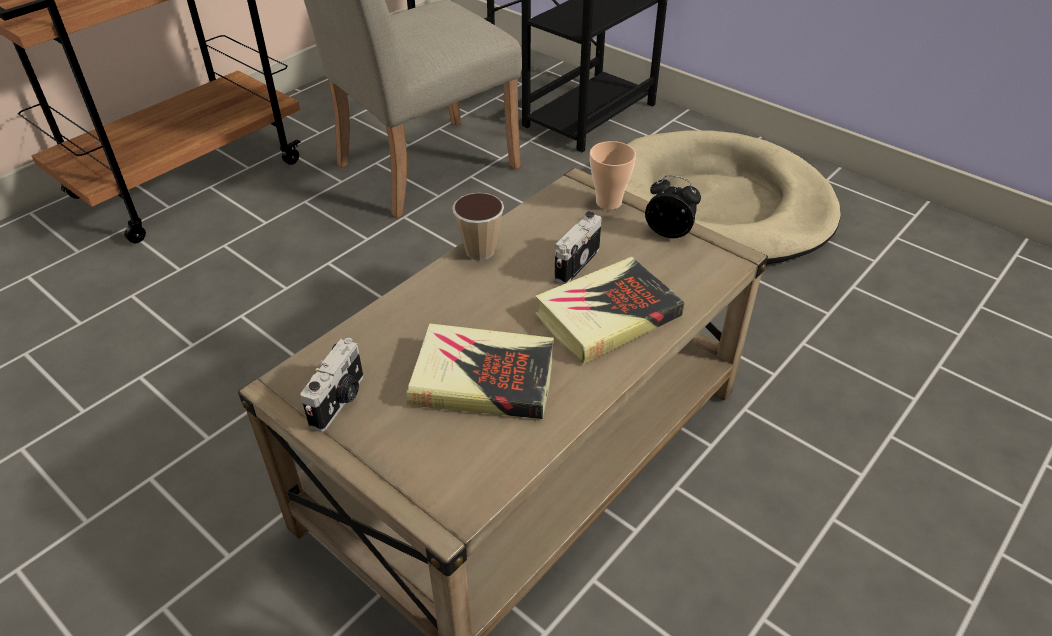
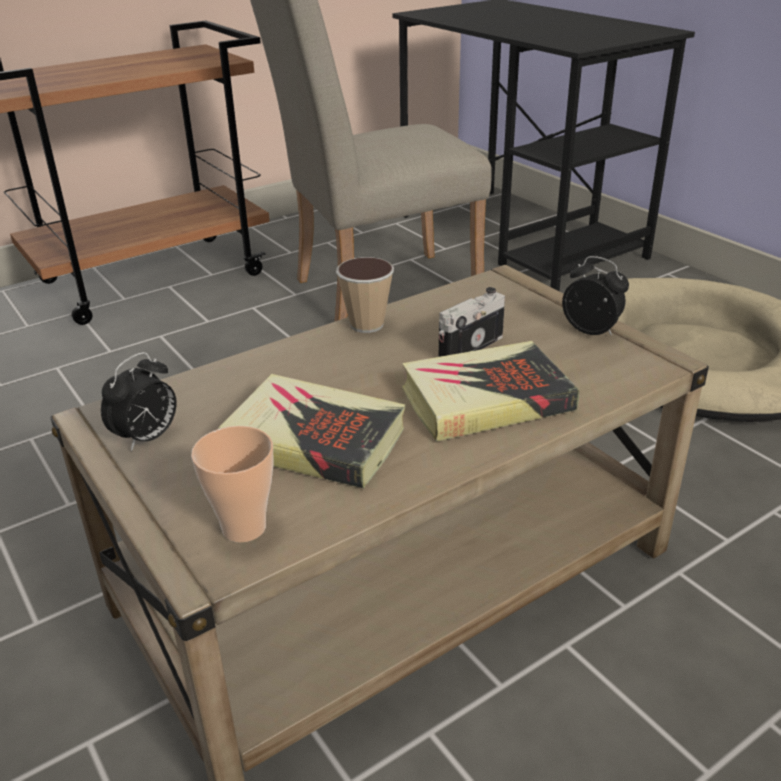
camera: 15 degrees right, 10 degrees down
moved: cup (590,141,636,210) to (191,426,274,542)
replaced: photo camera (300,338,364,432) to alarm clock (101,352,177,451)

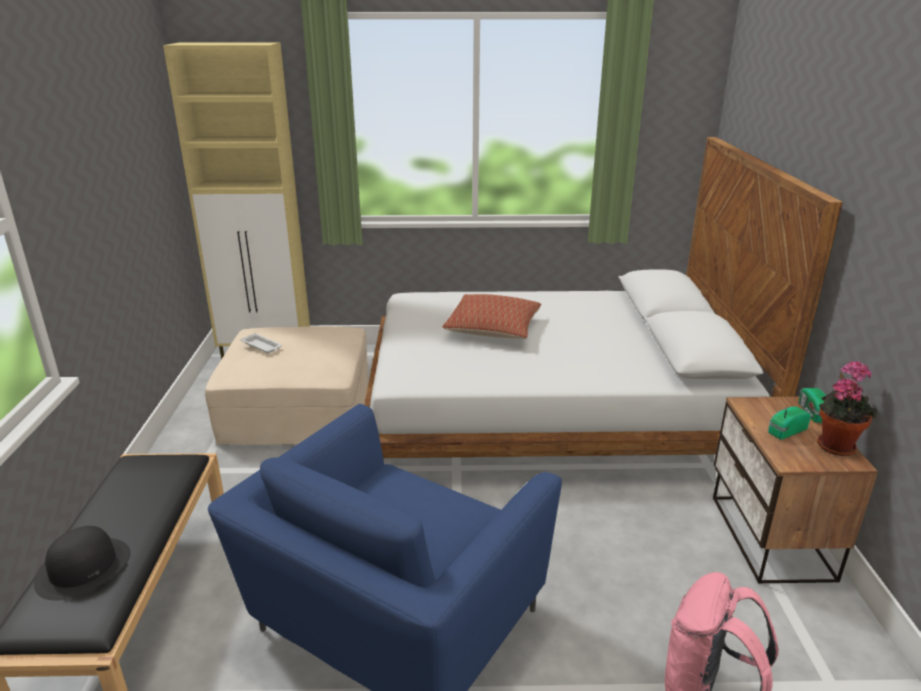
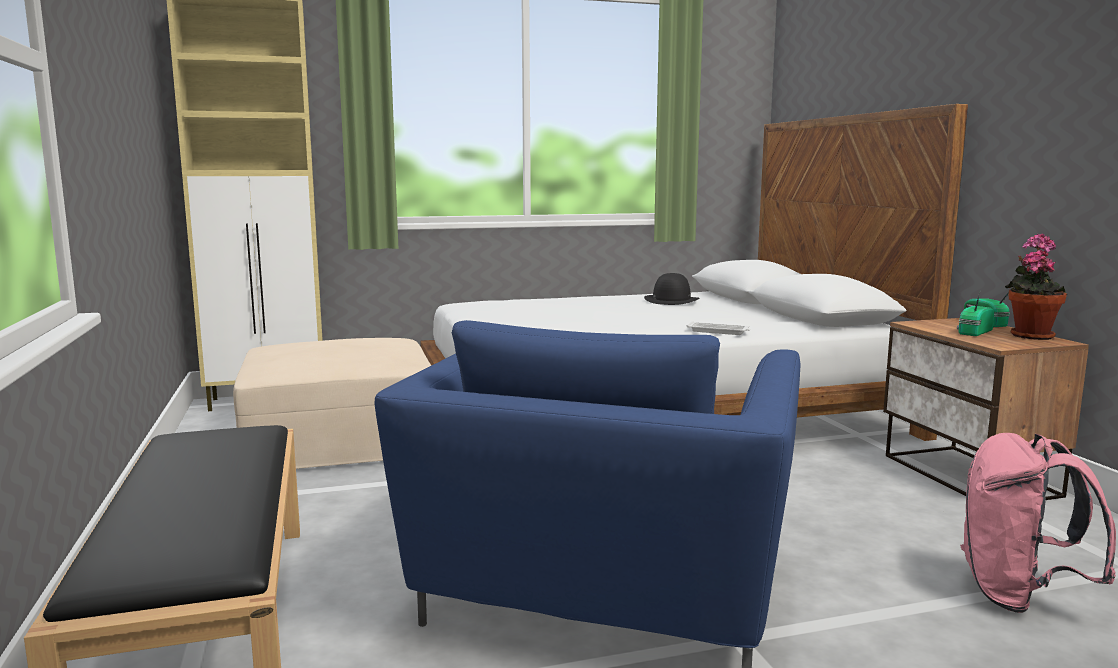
camera: 15 degrees left, 15 degrees down
removed: pillow (442,294,541,339)
moved: black hat (34,526,131,601) to (644,273,699,305); white tray (241,333,282,353) to (687,321,750,335)

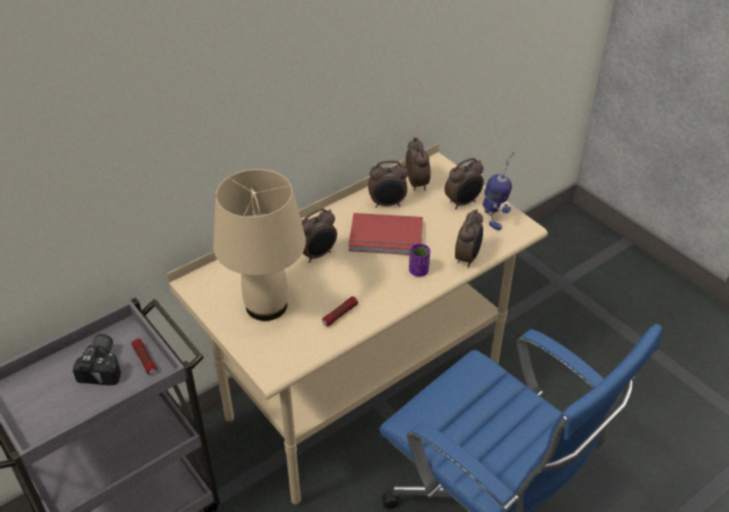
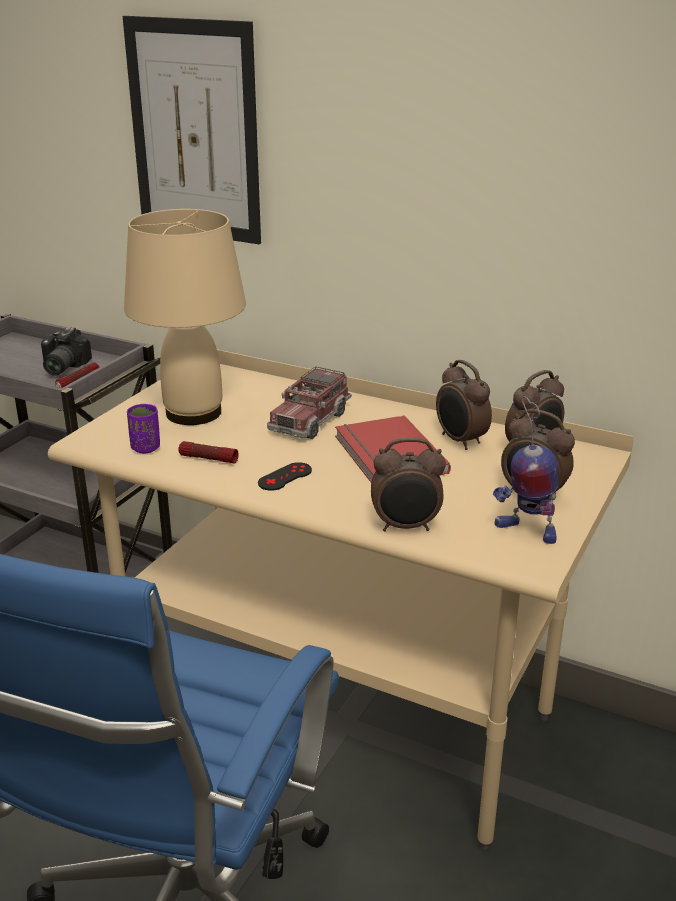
camera: 65 degrees right, 15 degrees down
added: picture (123,16,261,244); black game controller (258,462,312,491)
moved: purple cup (409,244,430,277) to (127,404,160,454)
replaced: alarm clock (301,208,337,263) to toy truck (267,366,352,439)
turned: photo camera (73,334,121,385) = (41,327,92,375) 120 degrees clockwise; toy robot (482,152,514,231) = (493,396,558,544) 60 degrees clockwise

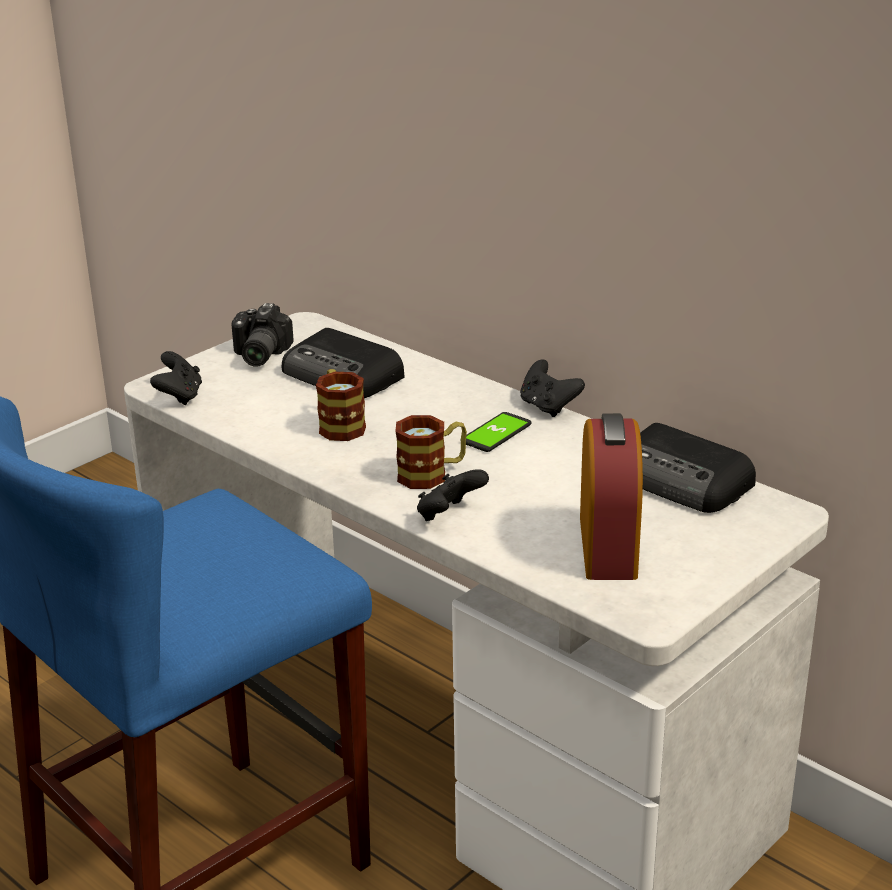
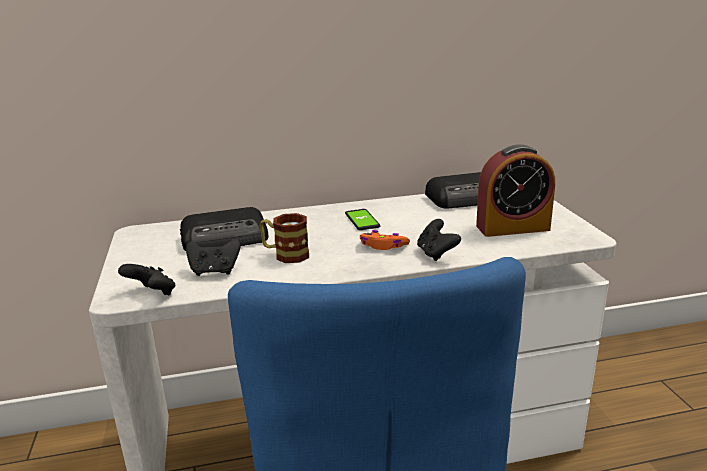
camera: 55 degrees left, 5 degrees down
removed: photo camera (231,303,294,367)
moved: black game controller (520,360,585,417) to (186,239,241,276)
replaced: mug (395,415,467,489) to orange game controller (360,230,410,250)
turned: alarm clock (580,413,643,580) = (476,144,555,237) 135 degrees clockwise

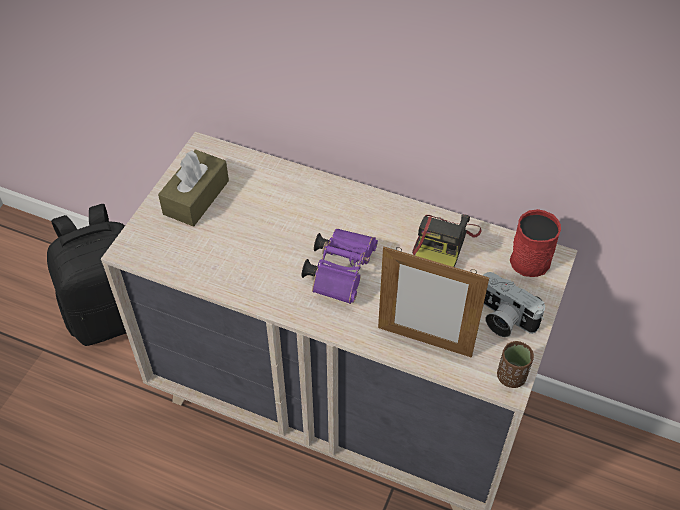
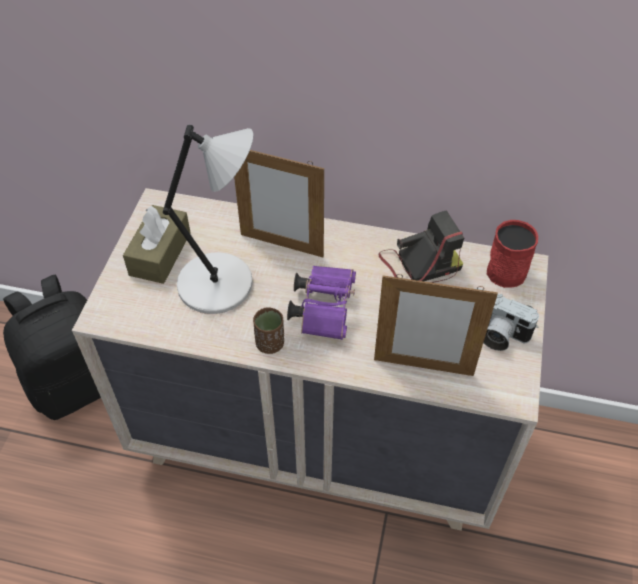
camera: 10 degrees left, 0 degrees up
added: grey table lamp (163,124,254,314); picture frame (234,150,324,257)
moved: brown cup (497,341,534,388) to (253,307,284,354)
turned: photo camera (412,214,481,267) = (378,210,464,283) 120 degrees counterclockwise

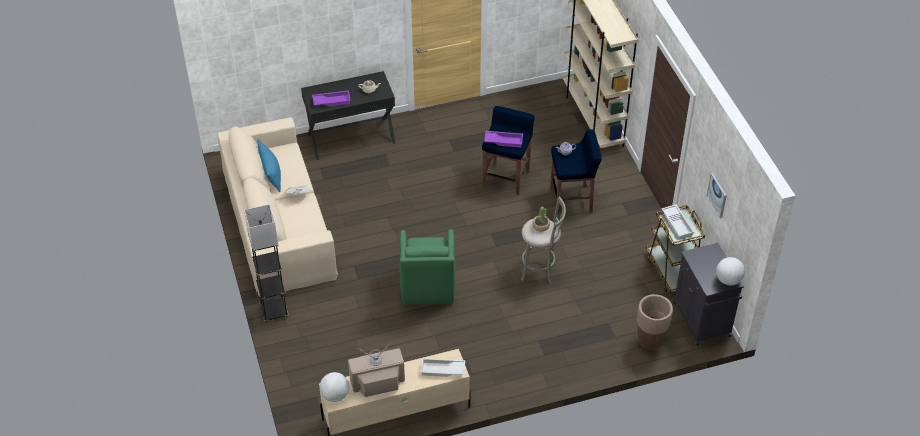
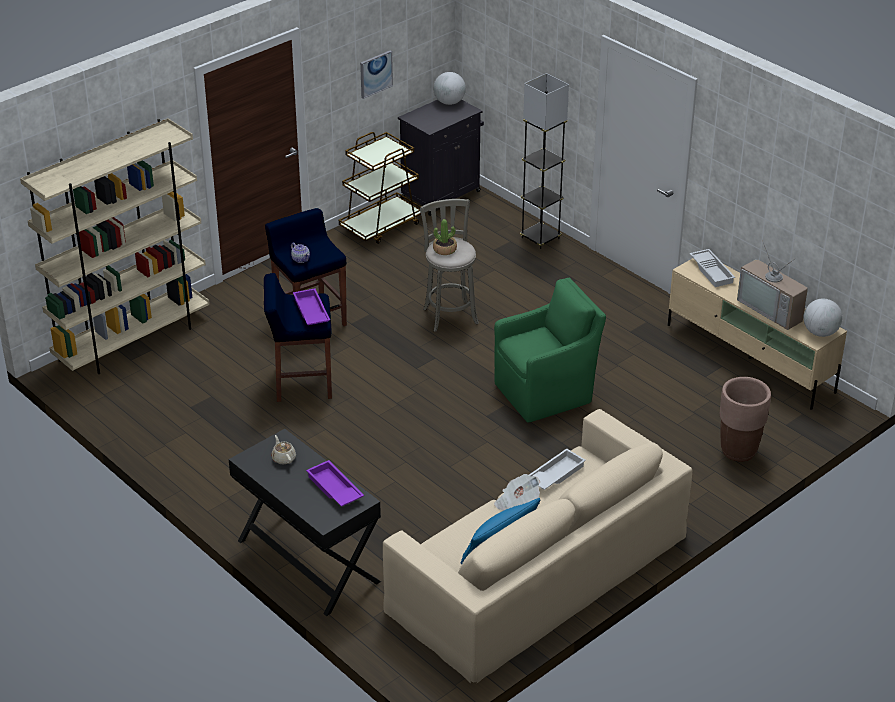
camera: 115 degrees left, 10 degrees down
moved: grey floor lamp (244,204,289,322) to (520,73,569,249); brown planter (637,294,673,350) to (720,377,771,462); white tray (661,204,694,239) to (529,449,586,490)

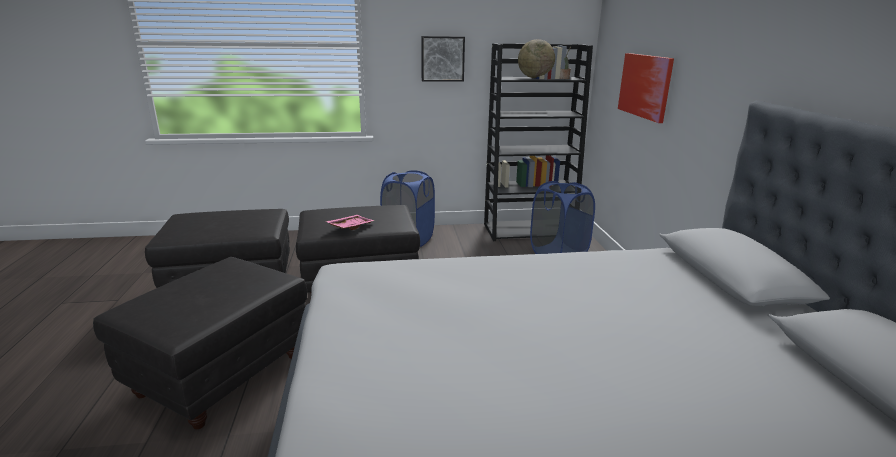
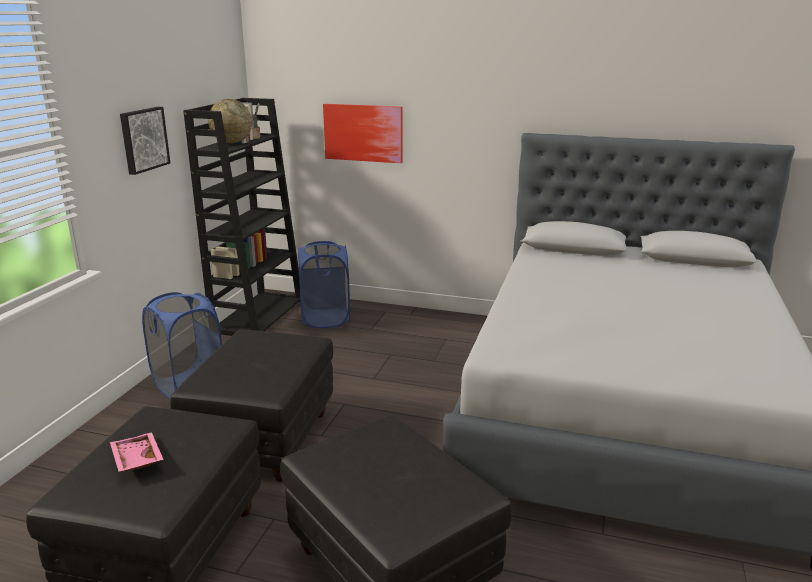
camera: 65 degrees left, 0 degrees up
moved: pink tray (325,215,374,230) to (110,432,164,472)

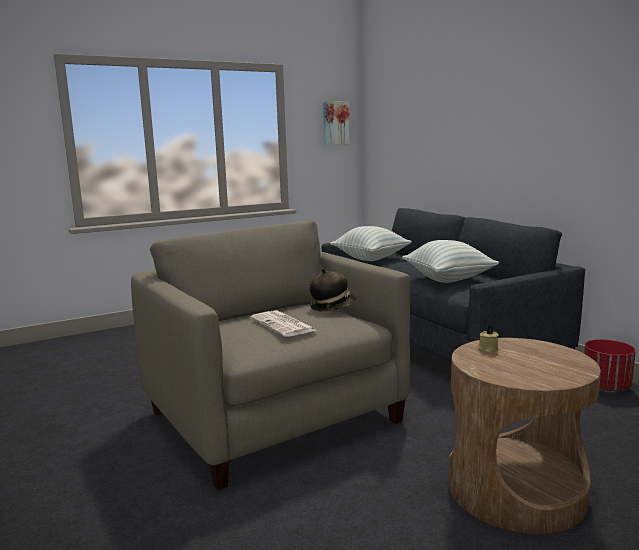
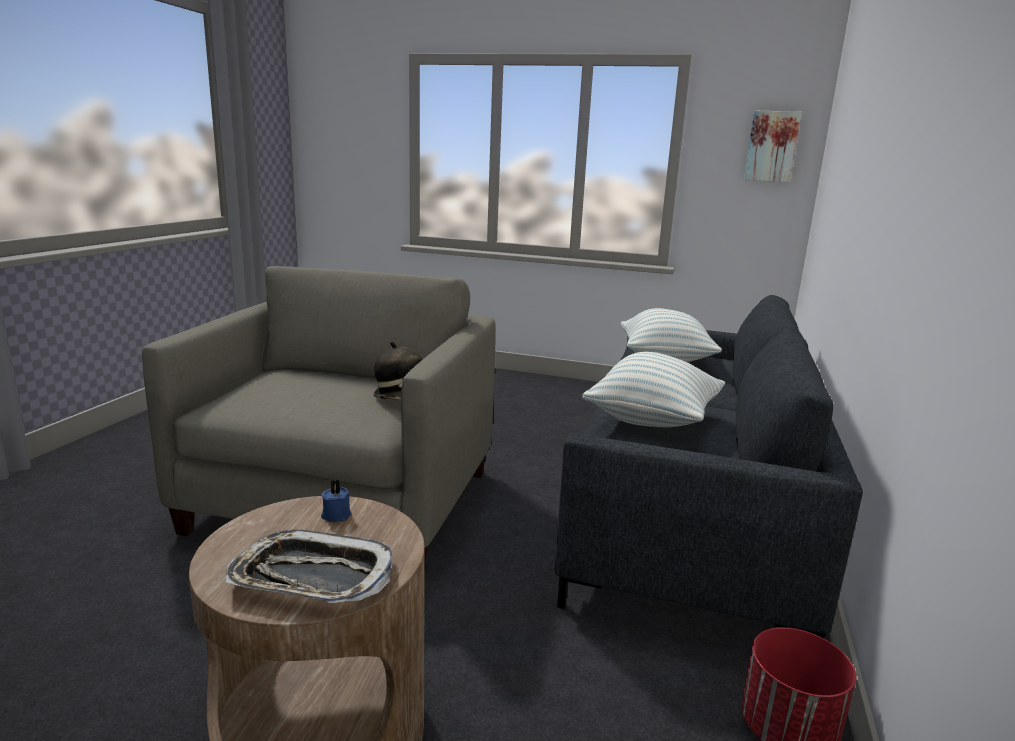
camera: 45 degrees right, 5 degrees up
removed: newspaper (250,310,316,337)
added: tray (226,530,392,603)
recoloured: beige candle (478,325,499,352) to blue candle (321,480,352,522)

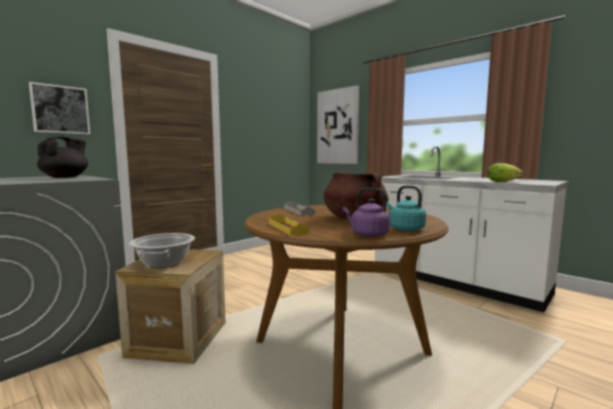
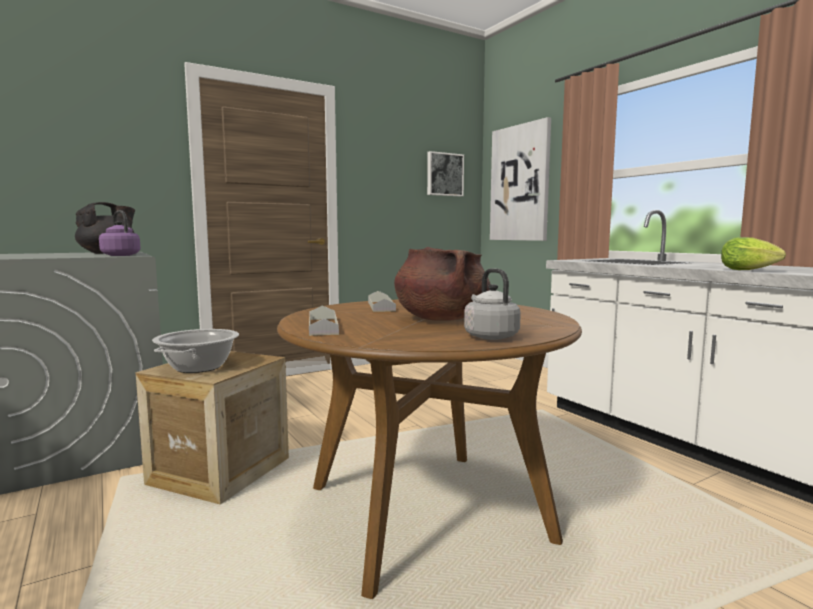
camera: 15 degrees right, 0 degrees up
moved: picture (29,82,90,134) to (427,151,464,196); purple kettle (343,188,390,237) to (99,211,141,256)
recoloured: yellow tray (269,213,309,235) to grey tray (309,305,339,336); turquoise kettle (386,186,426,231) to grey kettle (464,268,521,340)

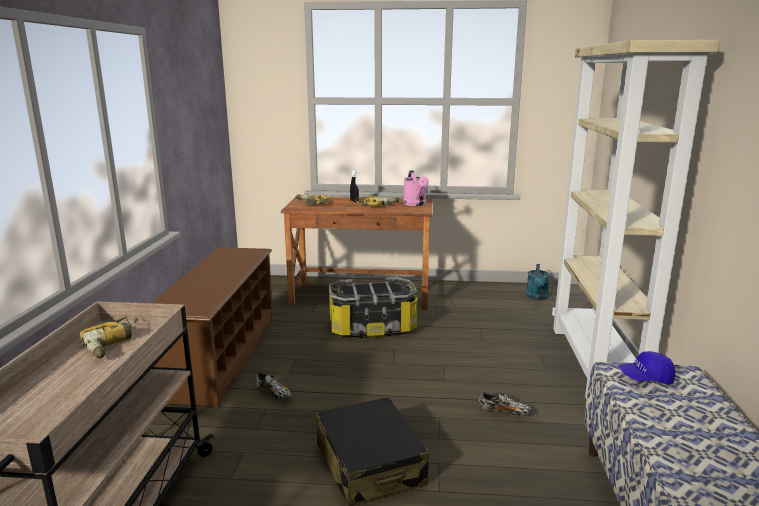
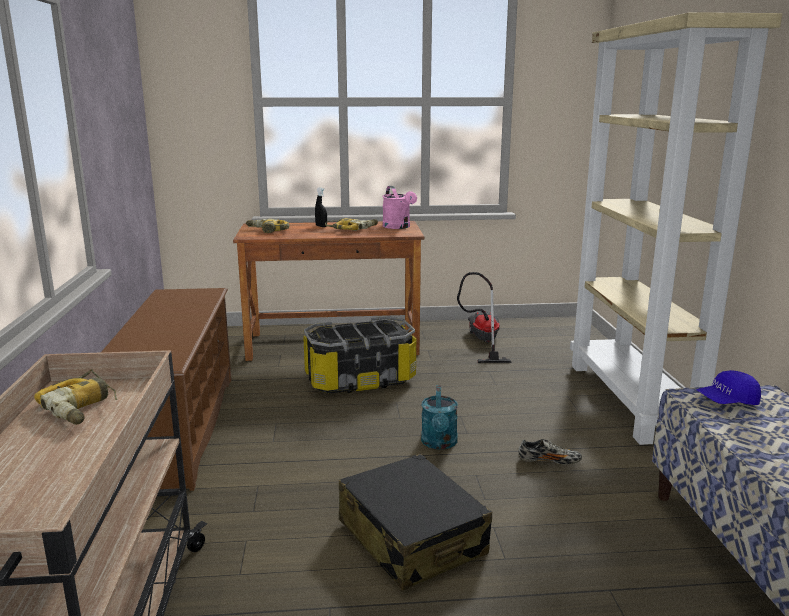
camera: 10 degrees left, 0 degrees up
removed: shoe (256,371,291,400)
added: vacuum cleaner (457,272,512,363)
moved: turquoise watering can (526,264,550,300) to (421,385,458,450)

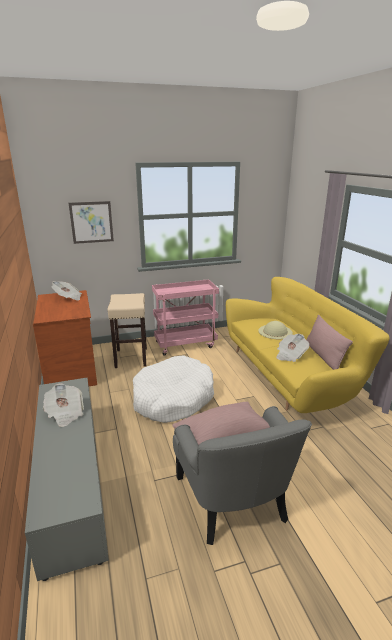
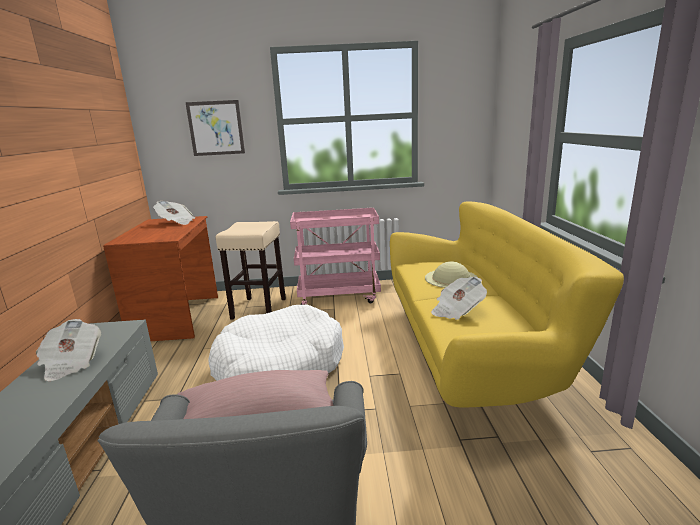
camera: 15 degrees right, 5 degrees down
removed: pink pillow (306,315,353,370)

